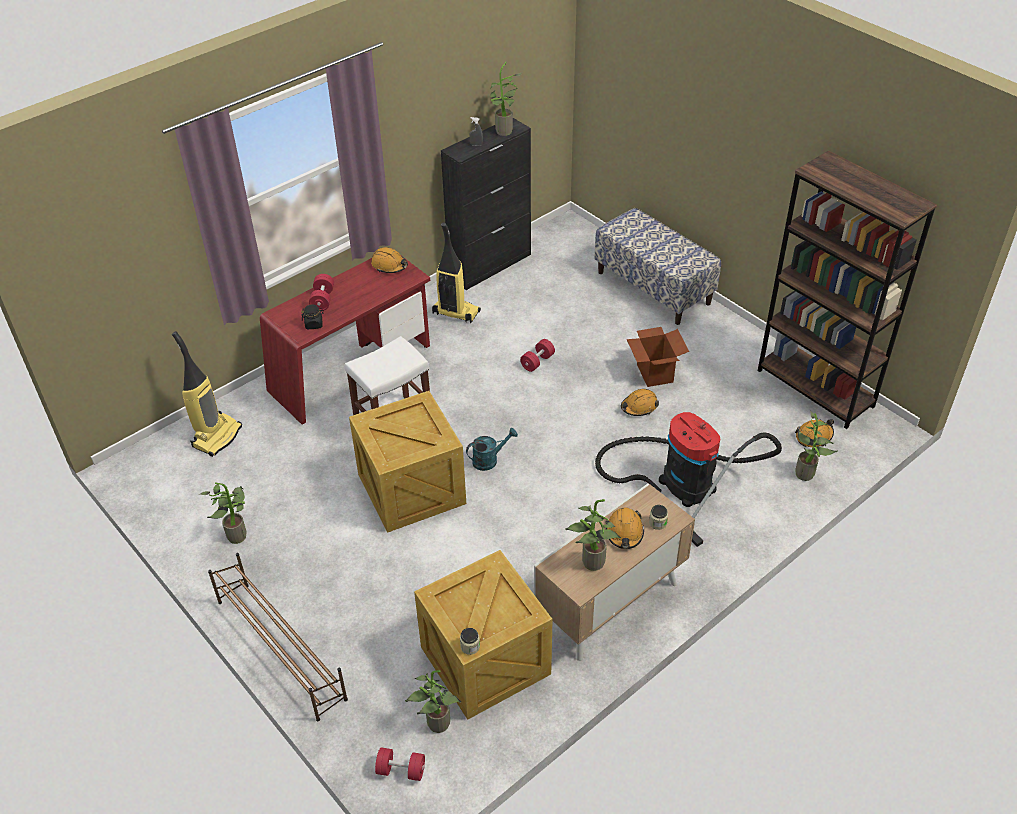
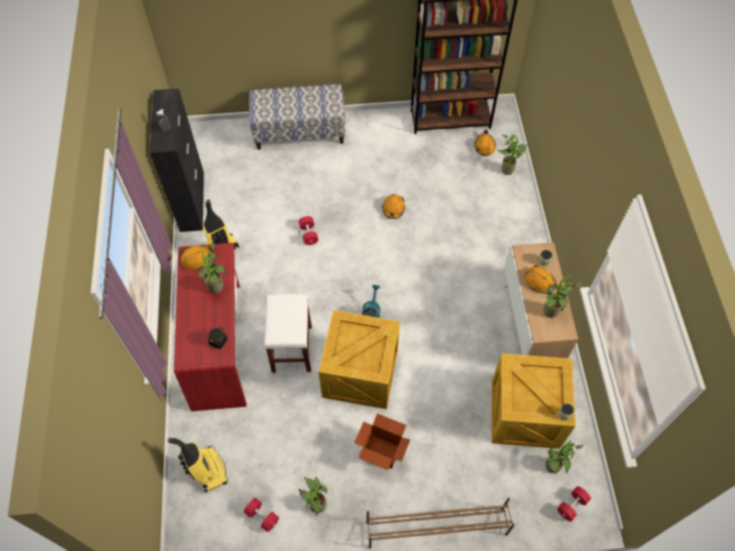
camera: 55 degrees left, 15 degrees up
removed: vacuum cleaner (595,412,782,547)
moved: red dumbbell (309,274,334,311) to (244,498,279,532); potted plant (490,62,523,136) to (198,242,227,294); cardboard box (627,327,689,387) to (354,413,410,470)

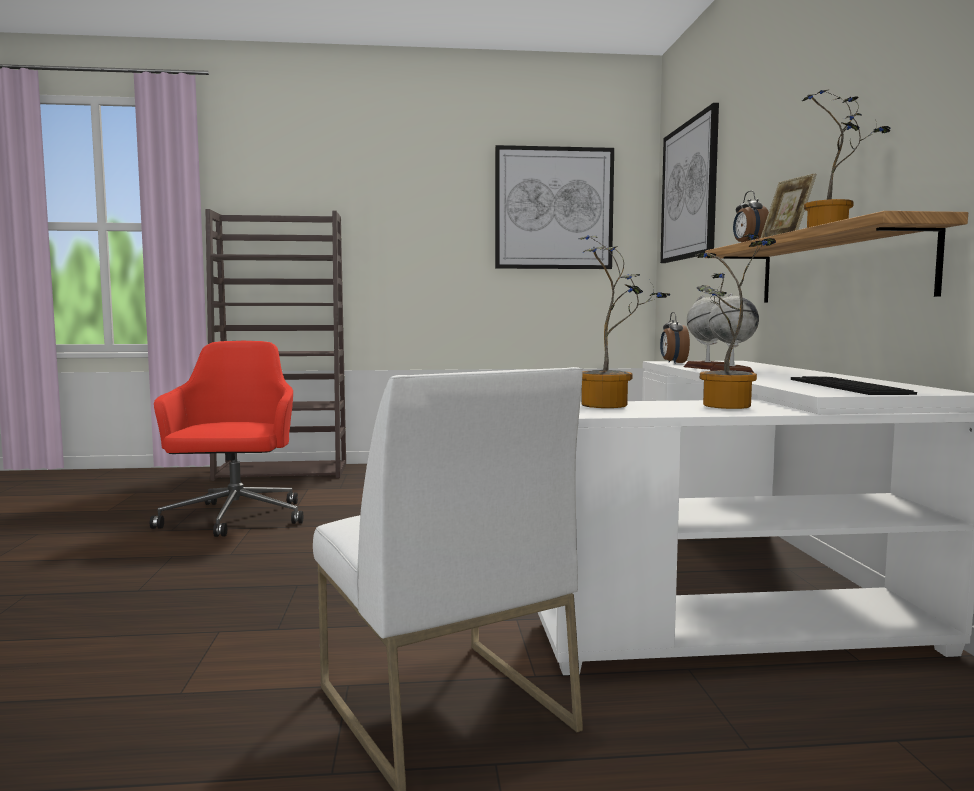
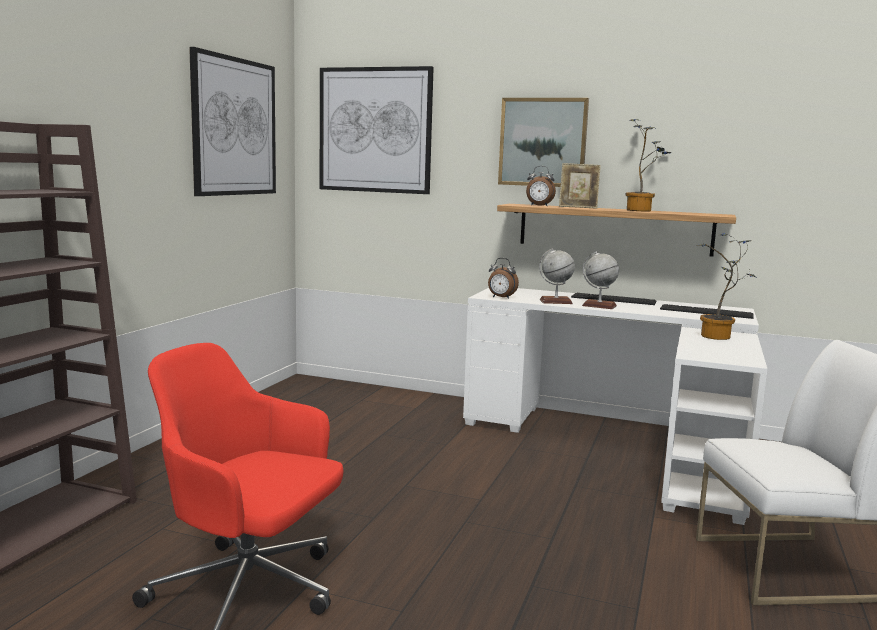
camera: 65 degrees left, 5 degrees up
removed: potted plant (578,235,670,408)
added: picture (498,98,589,187); keyboard (571,293,657,305)

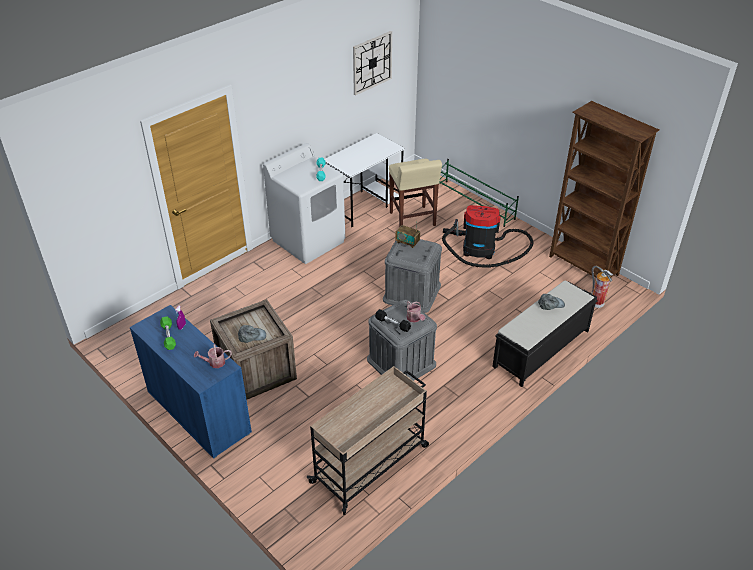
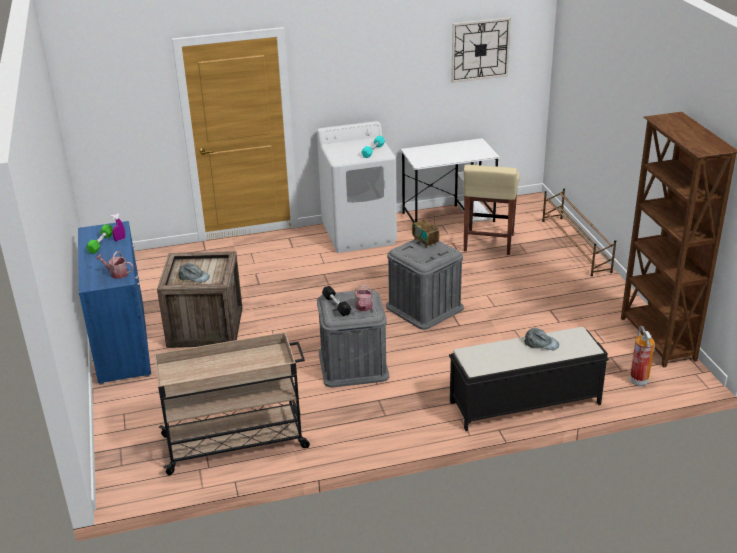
camera: 30 degrees right, 10 degrees down
removed: vacuum cleaner (442,205,533,268)
recoloured: green shoe rack (440,159,519,227) to brown shoe rack (542,189,616,276)

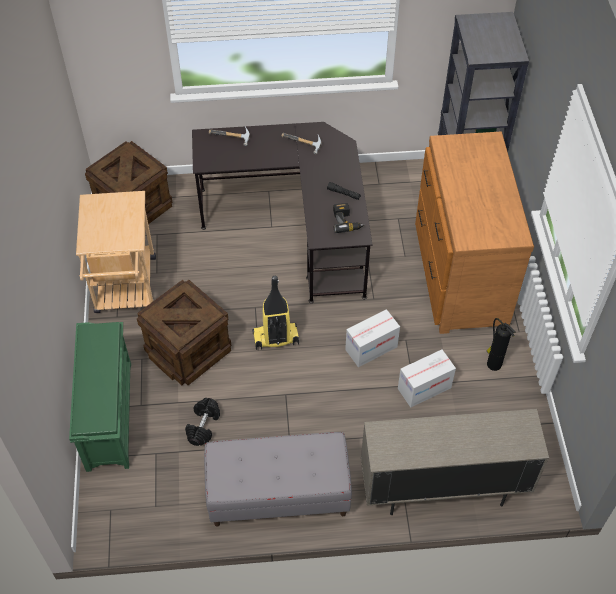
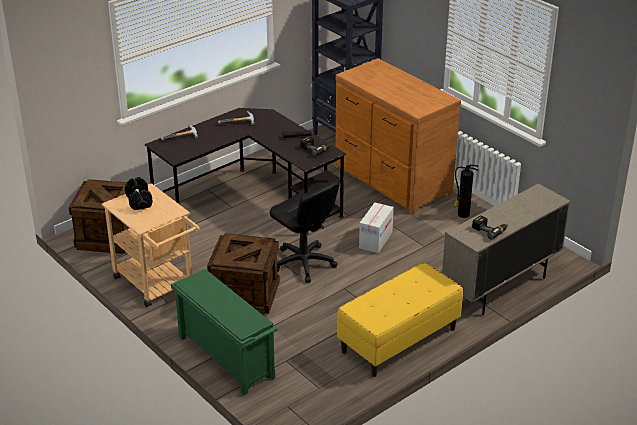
camera: 35 degrees left, 20 degrees down
removed: cardboard box (398,350,456,408)
added: power drill (472,215,508,239)
moved: black dumbbell (185,398,220,446) to (125,177,152,210)
replaced: vacuum cleaner (252,276,299,350) to black office chair (270,179,340,283)
recoloured: grey bench (204,432,352,526) to yellow bench (337,262,463,377)

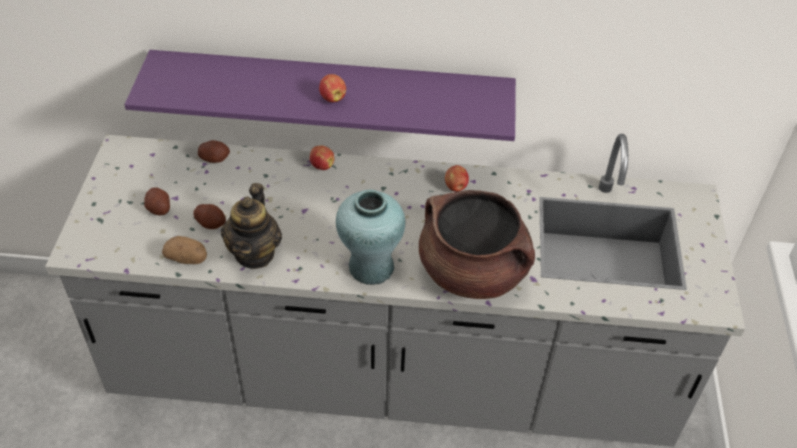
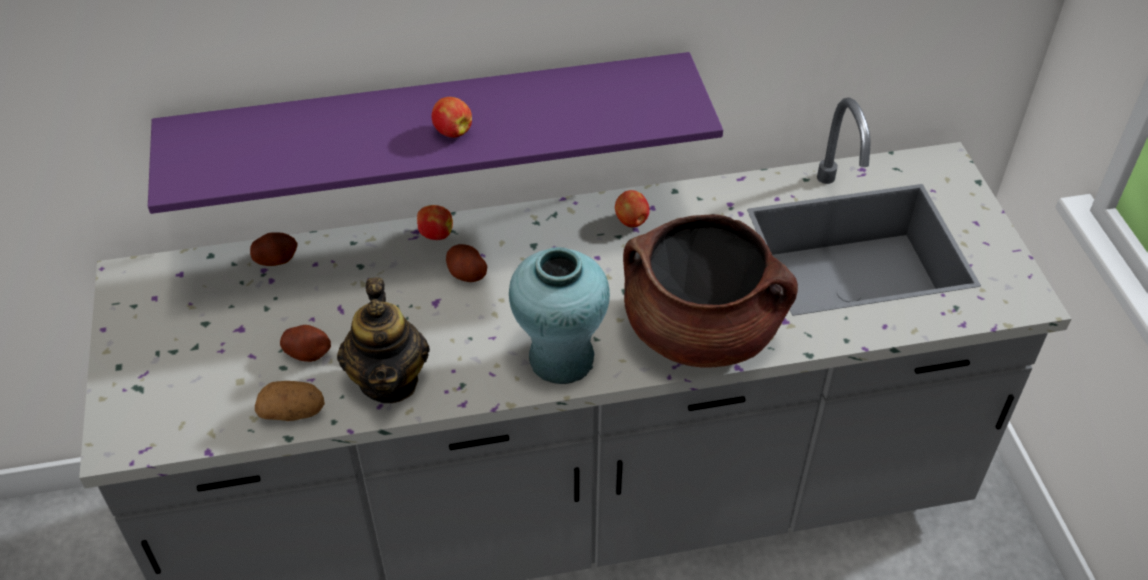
camera: 15 degrees left, 0 degrees up
moved: potato (144,187,170,215) to (446,244,487,282)

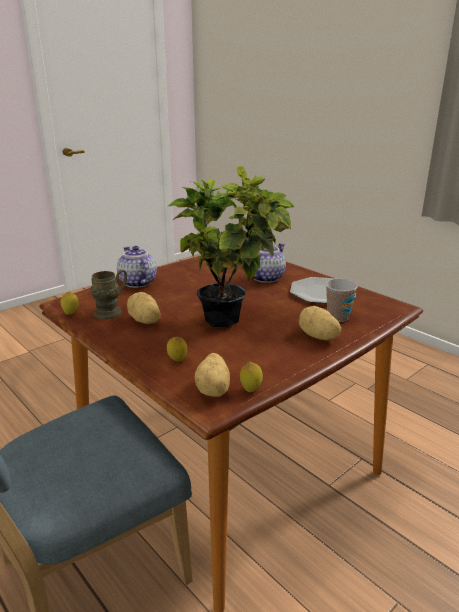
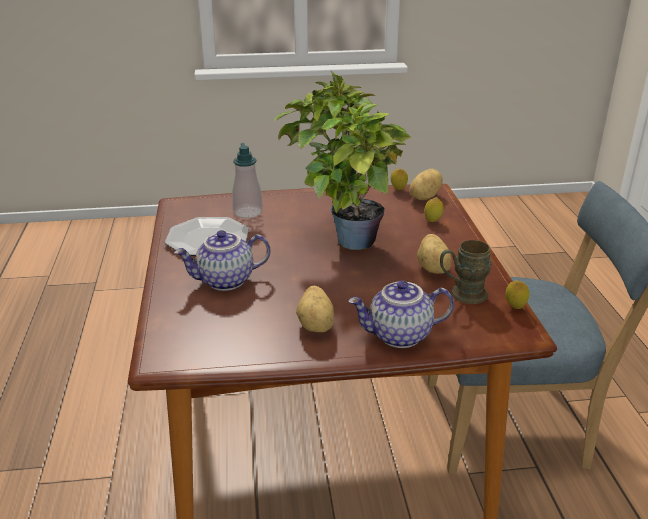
camera: 145 degrees left, 5 degrees up
moved: potato (299,306,341,340) to (296,286,334,332)
replaced: cup (325,279,358,322) to soap dispenser (232,143,263,218)
turned: teapot (117,246,157,288) = (348,280,454,348) 75 degrees clockwise

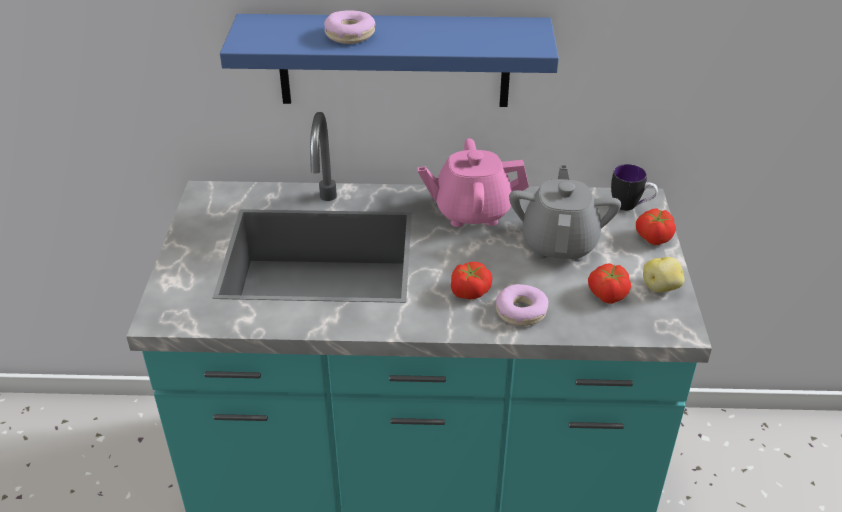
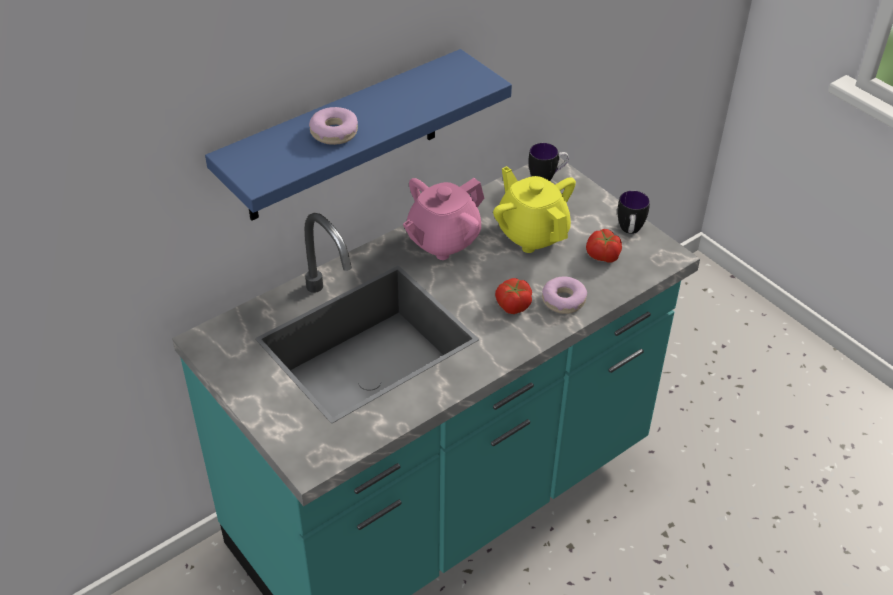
camera: 40 degrees left, 5 degrees up
removed: tomato (636,209,676,245)
replaced: potato (643,257,685,293) to mug (618,191,650,234)
recoloured: grey teapot (509,164,621,262) to yellow teapot (493,166,576,253)

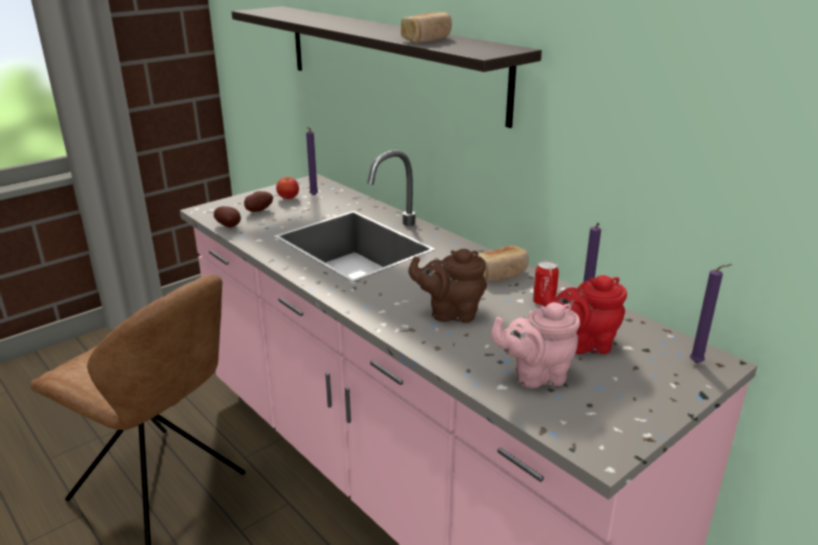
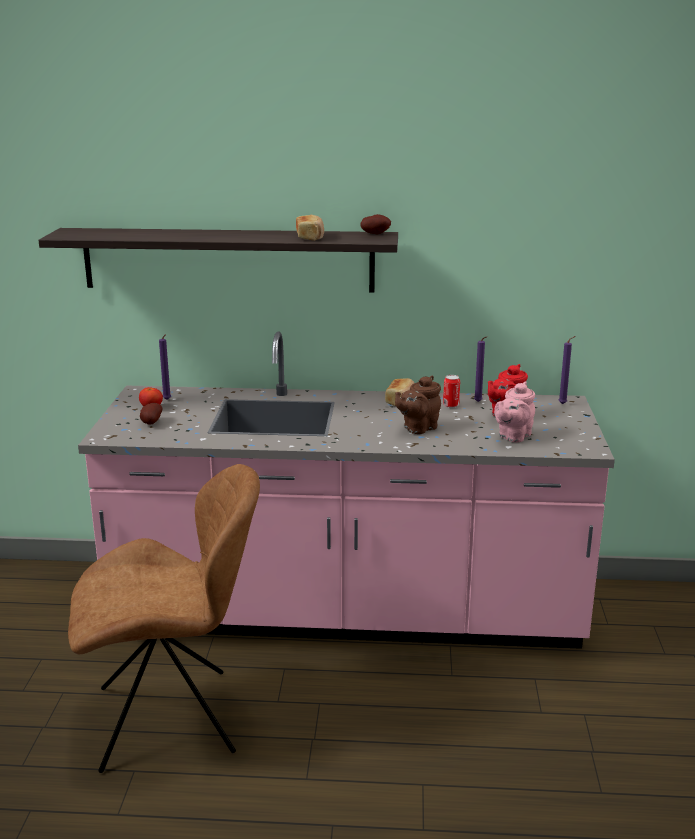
camera: 45 degrees left, 5 degrees down
moved: potato (214,206,241,227) to (361,214,391,234)

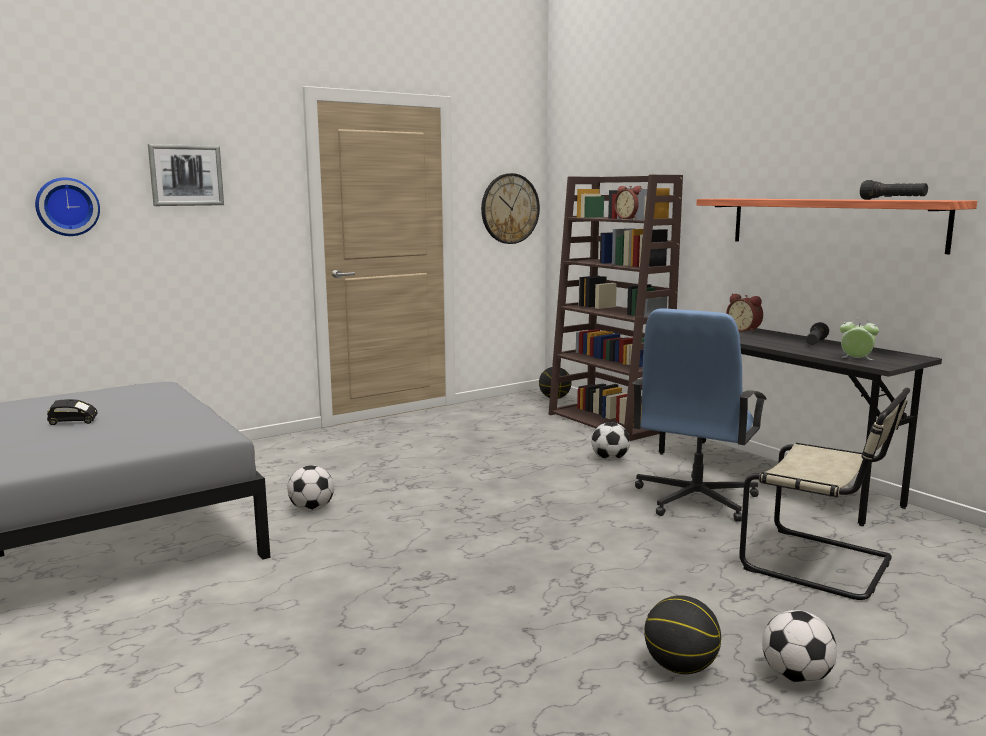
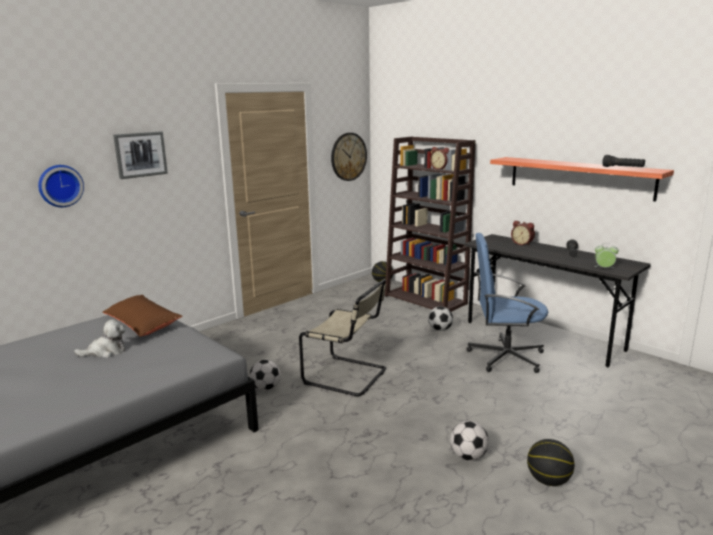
camera: 10 degrees left, 5 degrees up
added: brown pillow (103,295,183,337)
moved: beige chair (739,388,910,600) to (299,279,386,396); football (762,610,837,684) to (450,421,489,461)
replaced: black toy car (47,399,98,425) to plush toy (74,319,126,358)
turned: blue office chair (632,308,767,522) = (467,233,548,373) 75 degrees clockwise

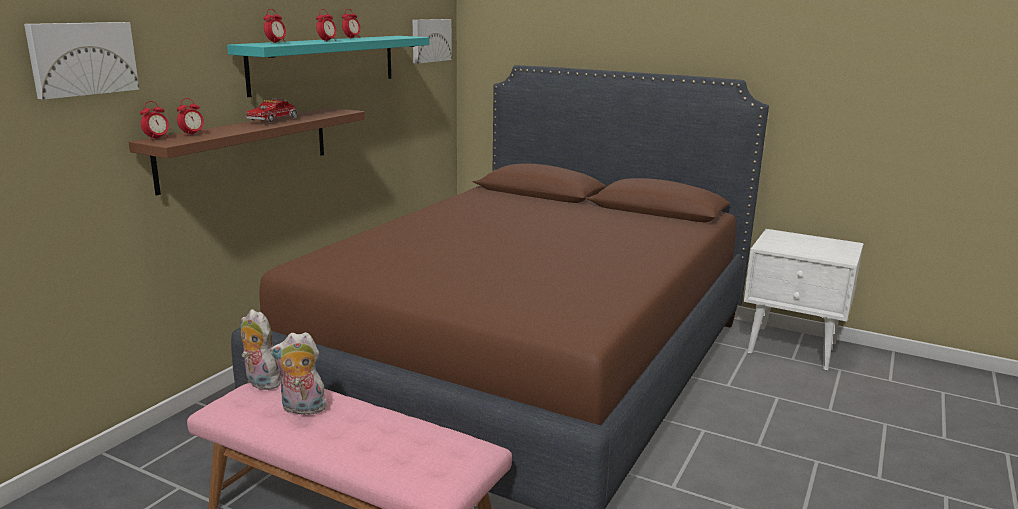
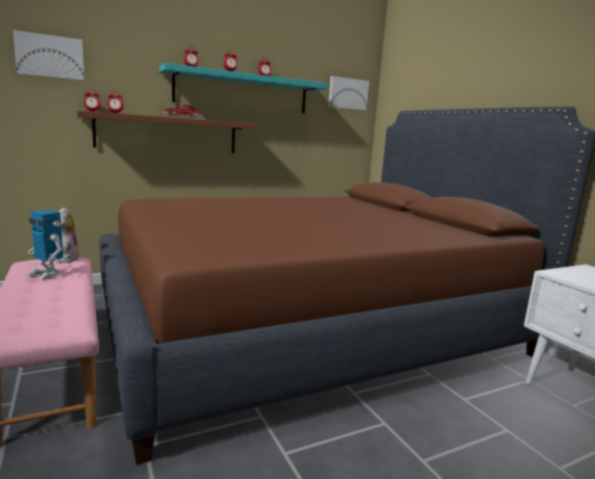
camera: 35 degrees right, 5 degrees down
replaced: plush toy (270,332,326,415) to toy robot (28,210,63,280)

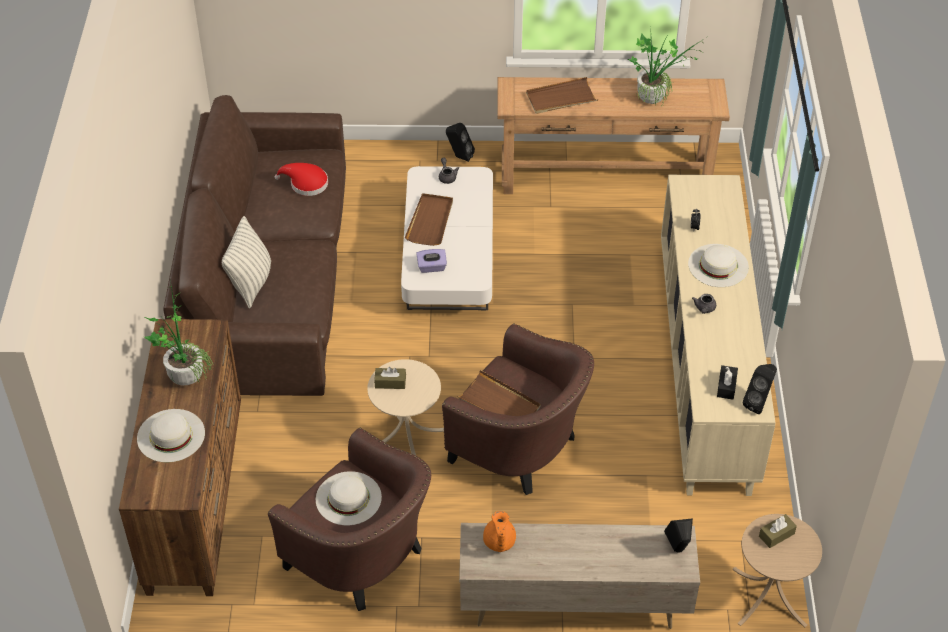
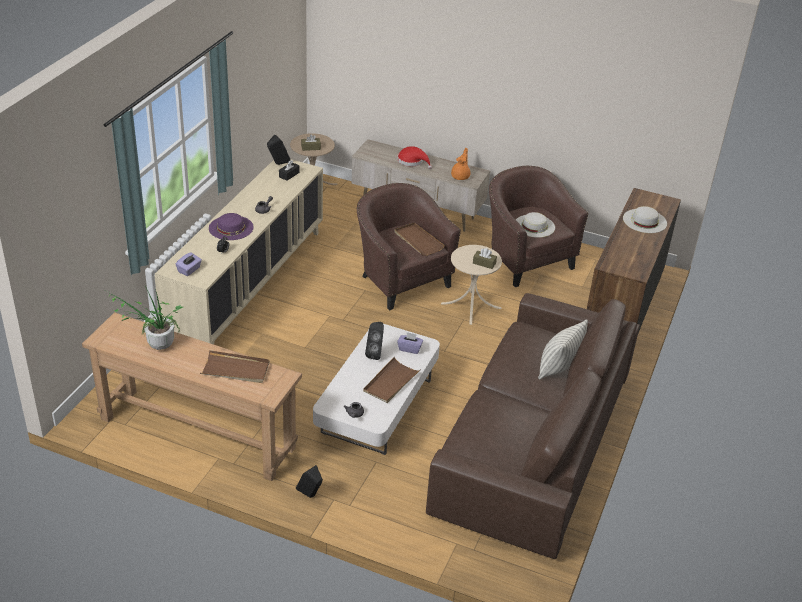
camera: 160 degrees left, 10 degrees down
removed: potted plant (144,280,214,385)
added: purple tissue box (176,252,202,276)
moved: red hat (275,163,328,196) to (397,146,432,169); black speaker (664,518,693,553) to (365,322,384,360)
recoloured: white hat (688,244,749,287) to purple hat (209,213,254,240)

